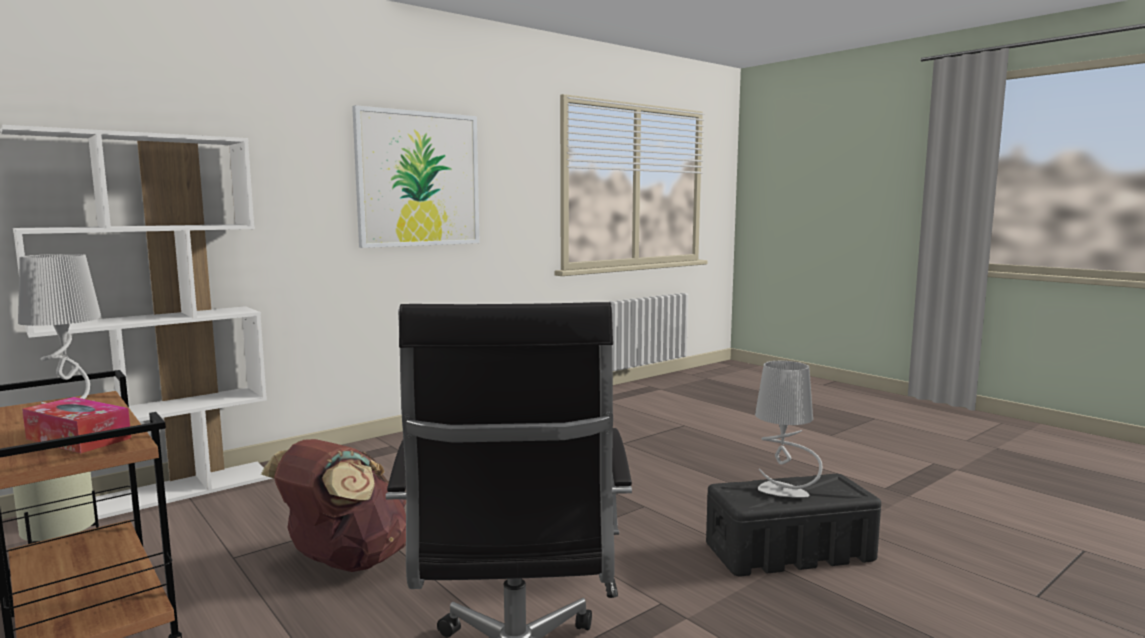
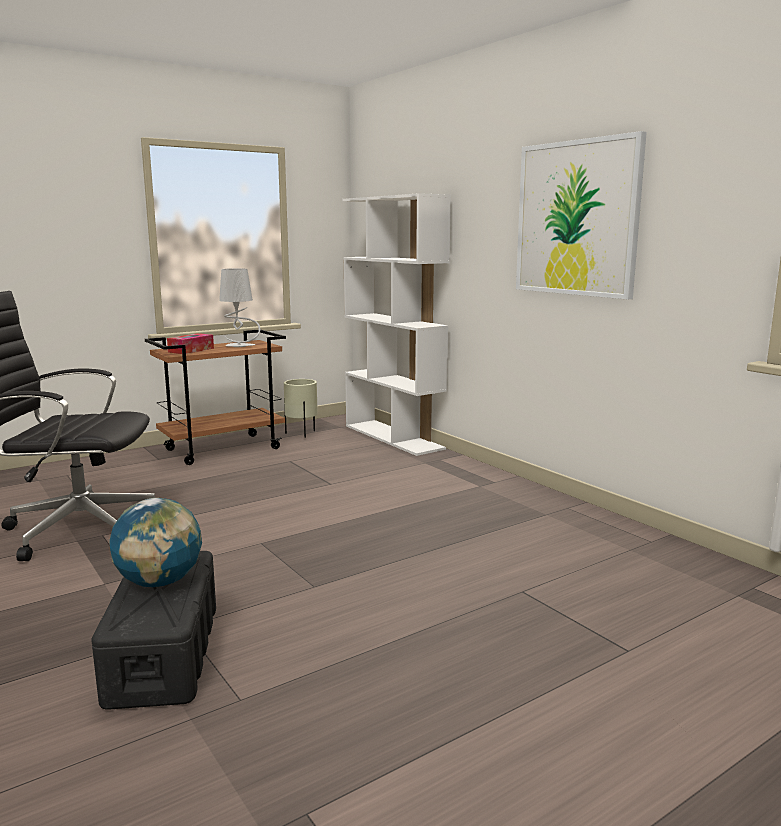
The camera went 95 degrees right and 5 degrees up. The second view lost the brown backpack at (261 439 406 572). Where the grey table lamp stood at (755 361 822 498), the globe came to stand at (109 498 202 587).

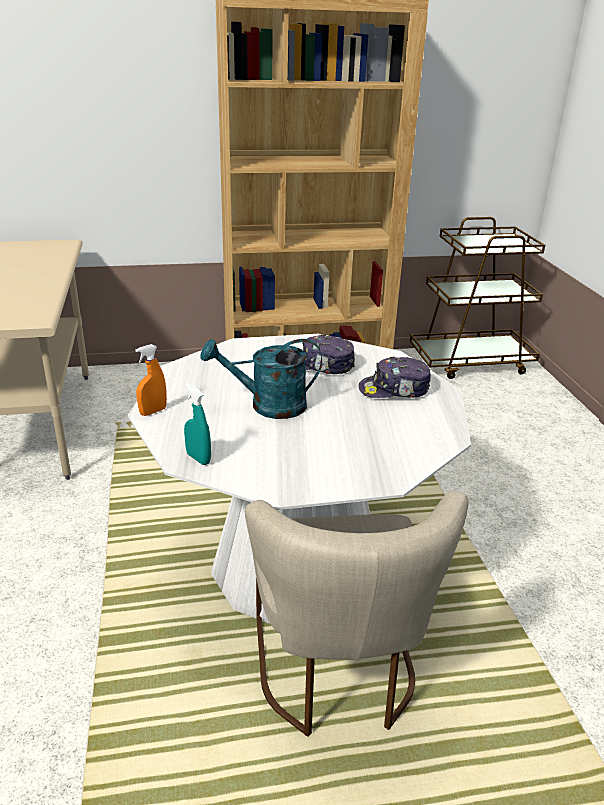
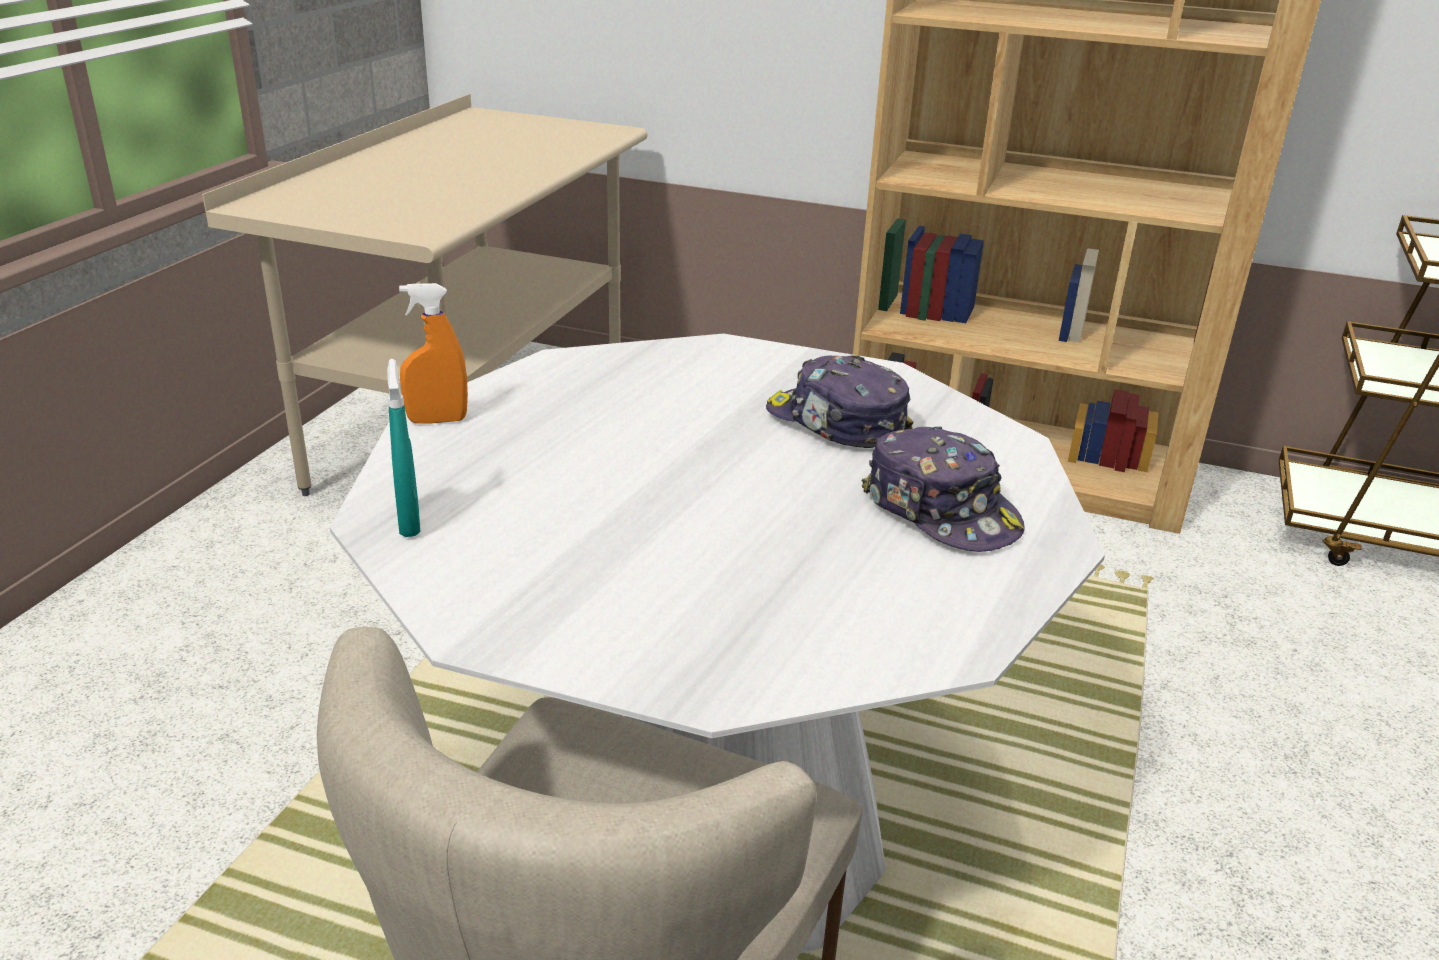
The camera went 30 degrees right and 0 degrees up. The second view lost the turquoise watering can at (200 339 322 419). The cap at (359 357 431 398) ended up facing another way, 150 degrees counterclockwise from before.

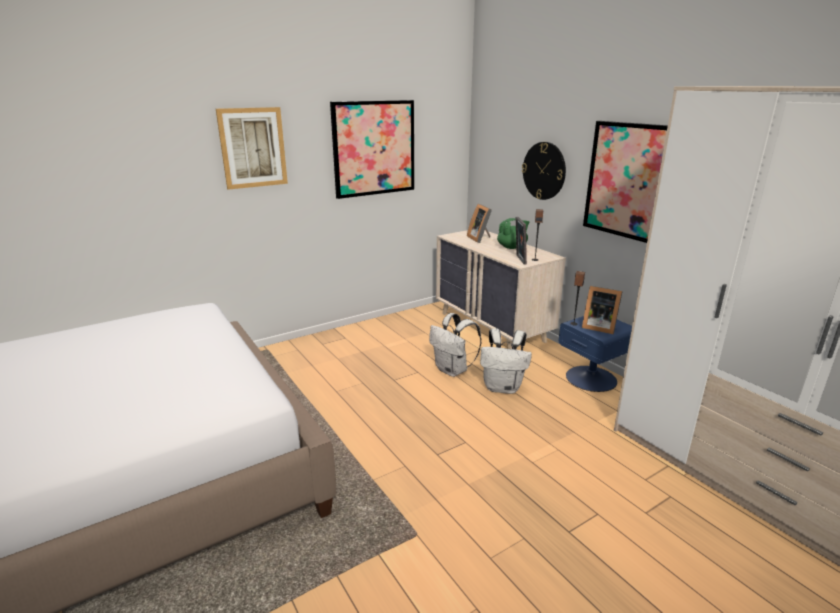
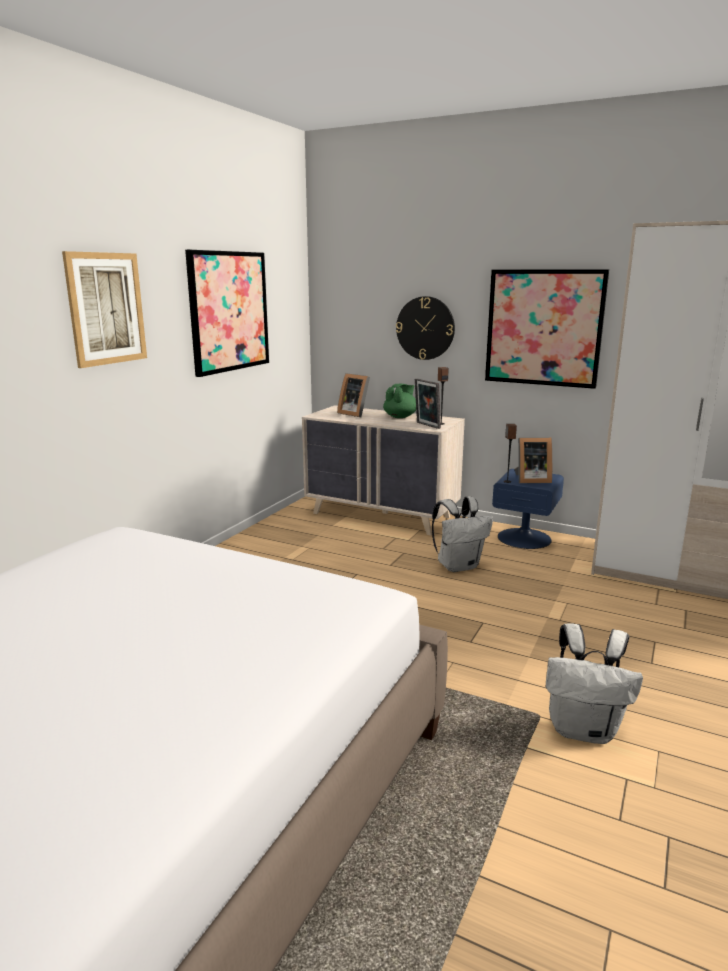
The camera went 30 degrees left and 5 degrees down. The white backpack ended up elsewhere, having gone from (429 313 482 377) to (546 623 643 744).

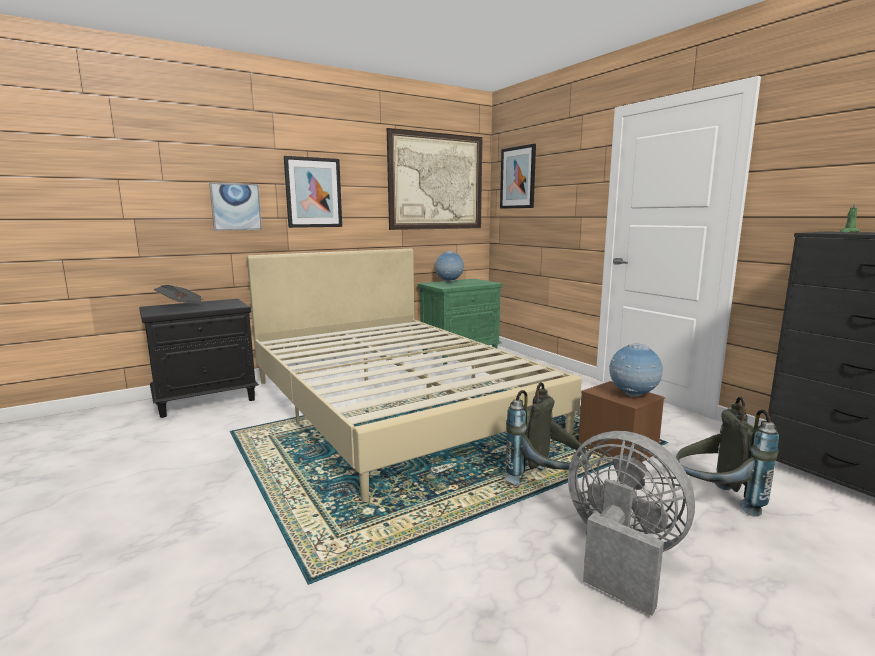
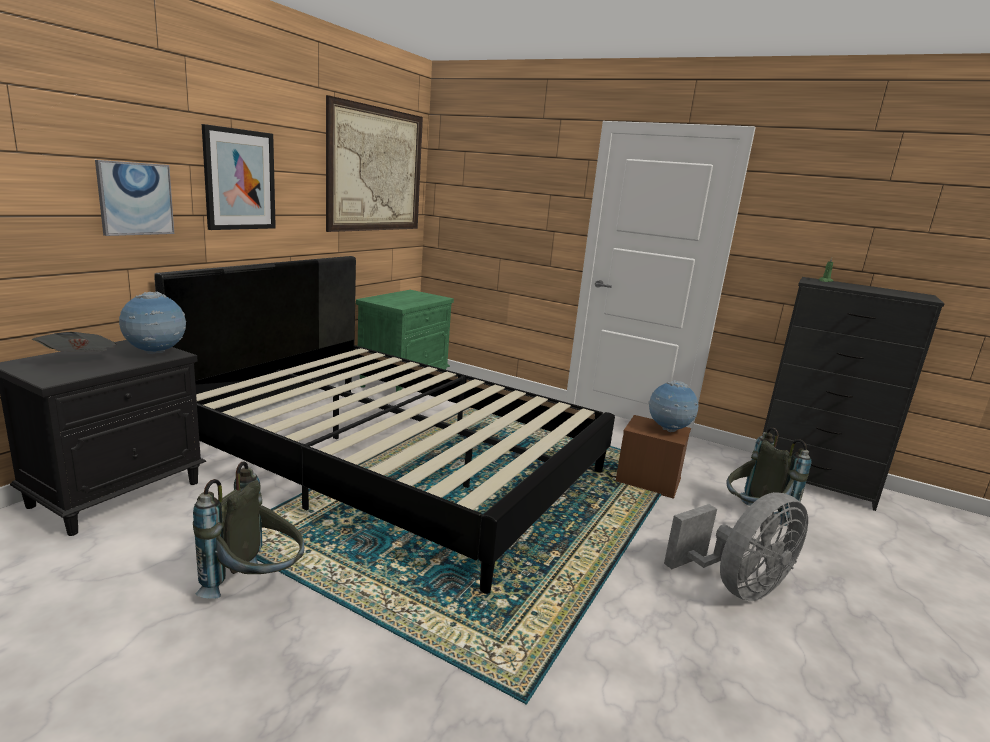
The camera went 30 degrees left and 5 degrees up. What was the beige bed at (247 249 582 502) turned into the black bed at (154 256 615 594). The globe ended up elsewhere, having gone from (435 251 464 282) to (119 292 186 354). The second view lost the picture at (500 144 536 209). The grey backpack ended up elsewhere, having gone from (503 382 587 485) to (193 461 304 599). The grey fan at (568 431 695 616) ended up facing another way, 135 degrees clockwise from before.

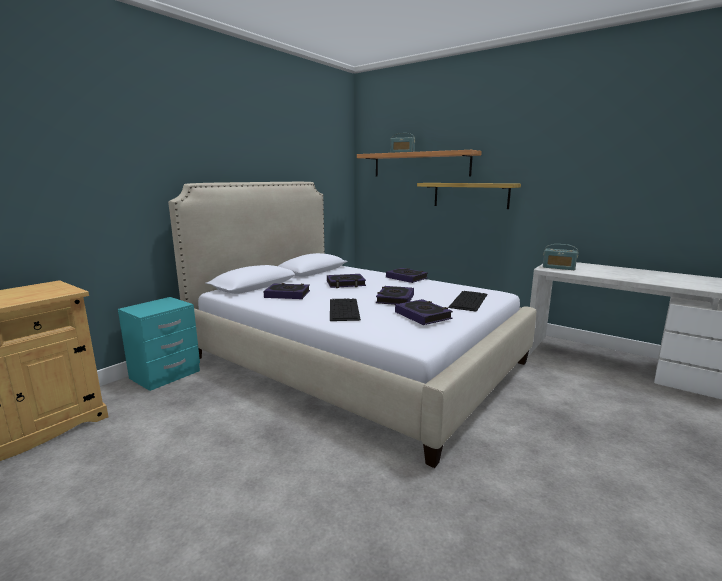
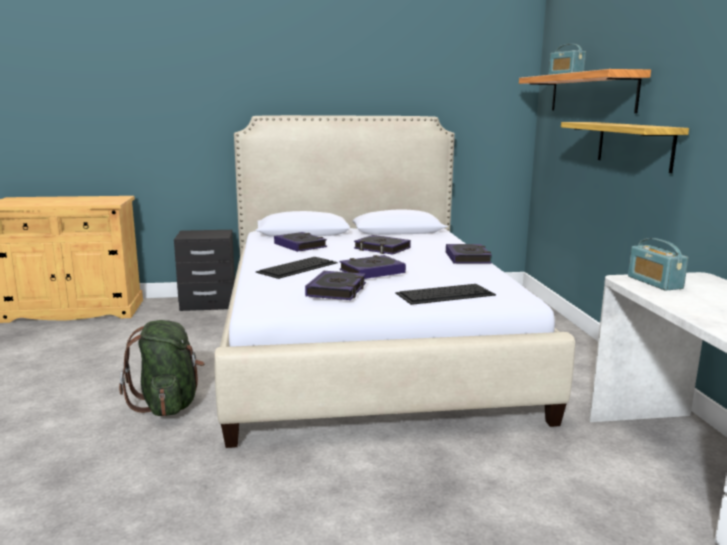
The camera went 45 degrees right and 0 degrees up. What was the turquoise nightstand at (118 297 200 391) turned into the black nightstand at (174 230 235 311). The second view gained the green backpack at (119 320 204 416).

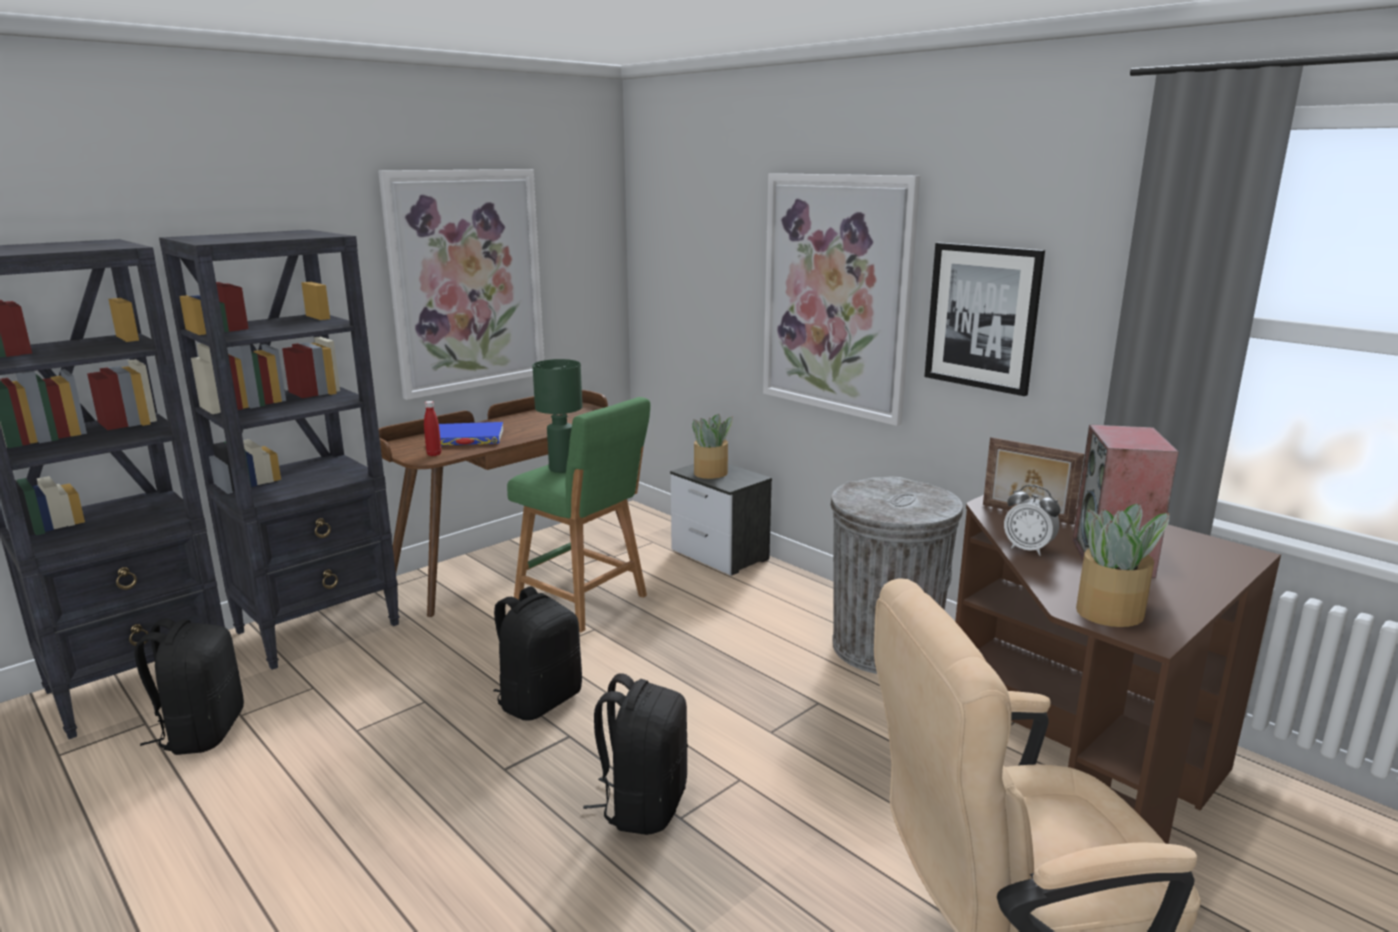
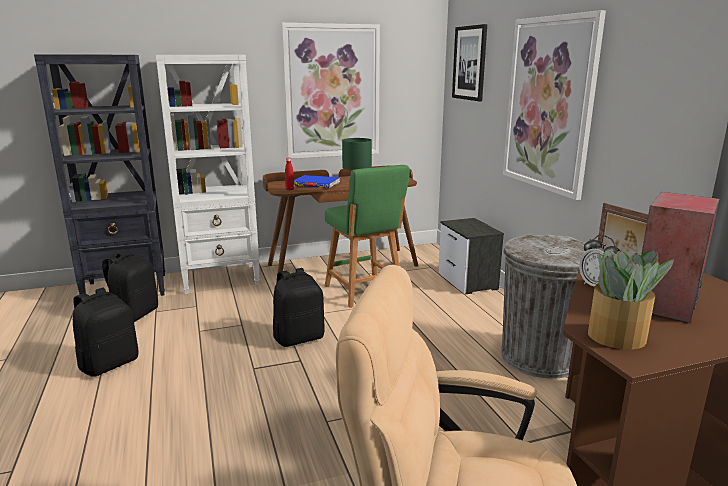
The camera went 25 degrees right and 0 degrees up. What was the black bookcase at (159 230 400 670) turned into the white bookcase at (156 55 260 294). The black backpack ended up elsewhere, having gone from (583 673 688 835) to (73 288 138 377). The second view lost the potted plant at (692 414 733 479). The picture ended up elsewhere, having gone from (924 243 1045 396) to (452 24 487 101).

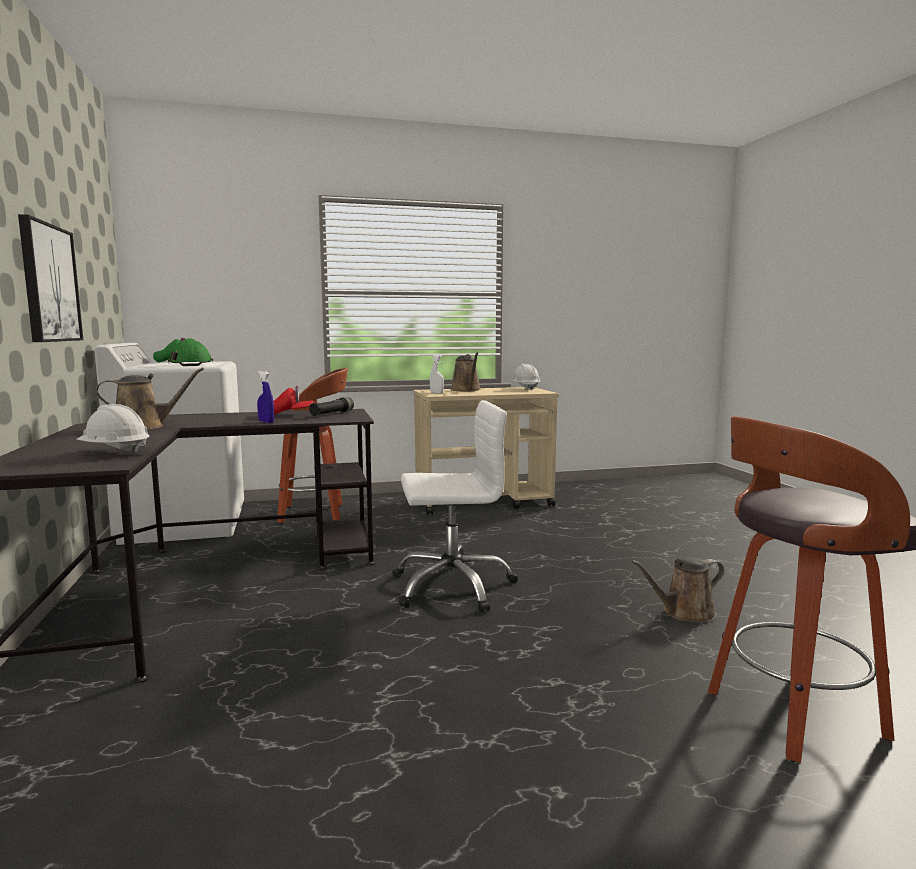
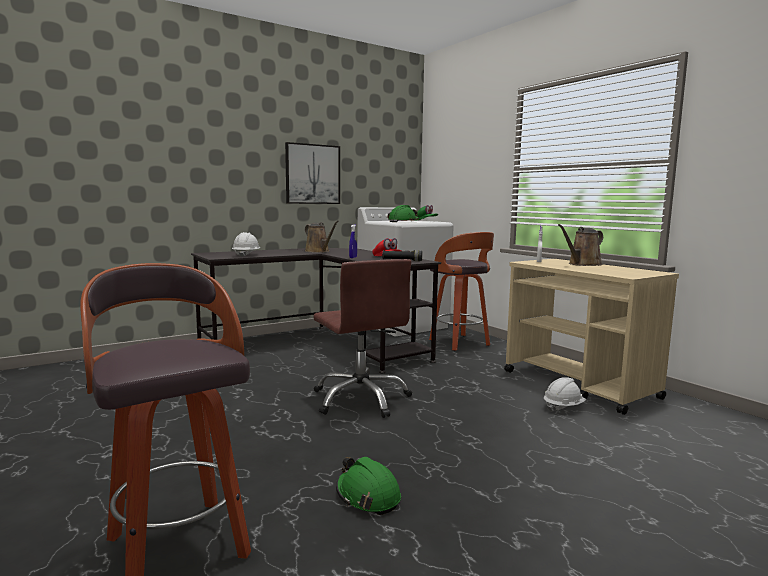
The camera went 70 degrees right and 0 degrees up. What was the white office chair at (393 400 518 612) turned into the brown office chair at (313 259 412 418). The white hard hat ended up elsewhere, having gone from (511 364 540 390) to (544 377 586 412). Where the brown watering can stood at (631 557 724 622), the green hard hat came to stand at (336 457 401 515).

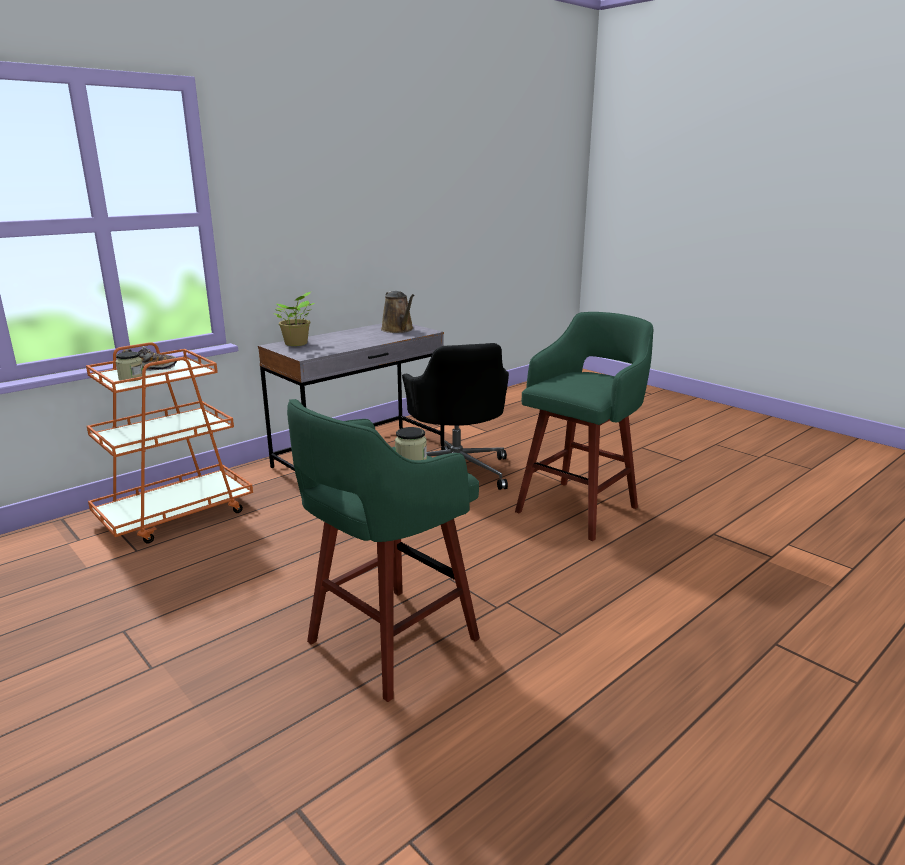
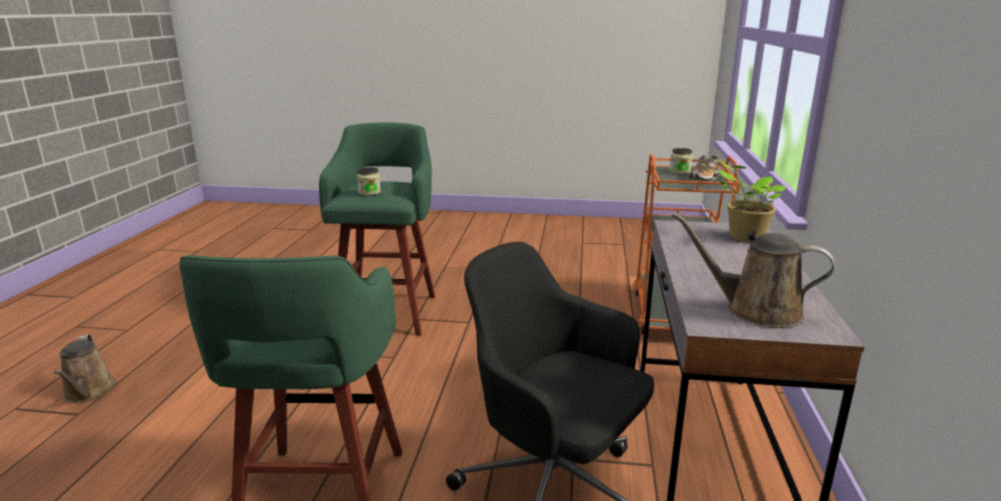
The camera went 140 degrees right and 0 degrees up. The second view gained the brown watering can at (54 334 116 403).

